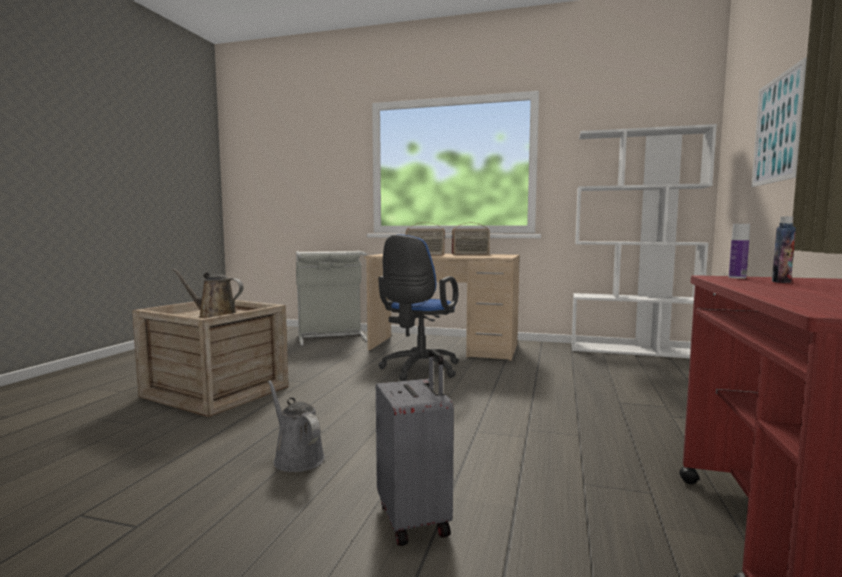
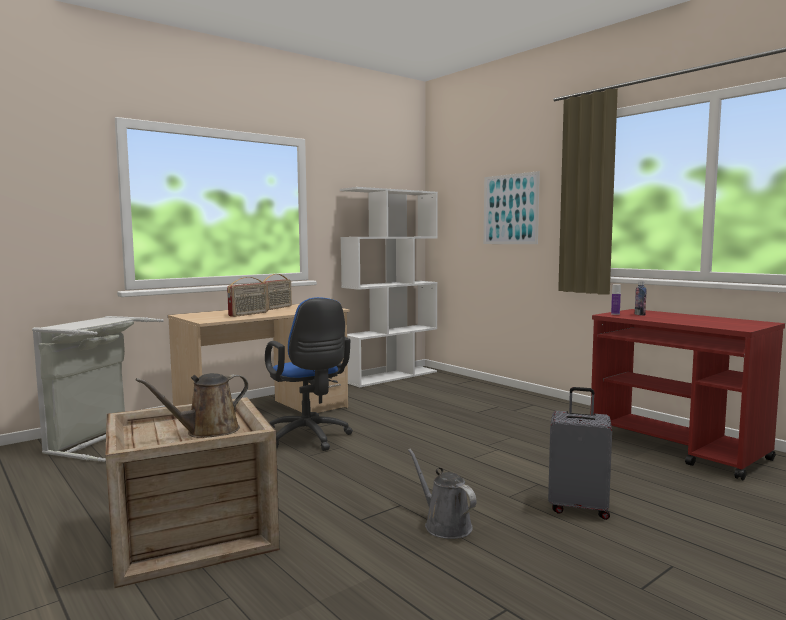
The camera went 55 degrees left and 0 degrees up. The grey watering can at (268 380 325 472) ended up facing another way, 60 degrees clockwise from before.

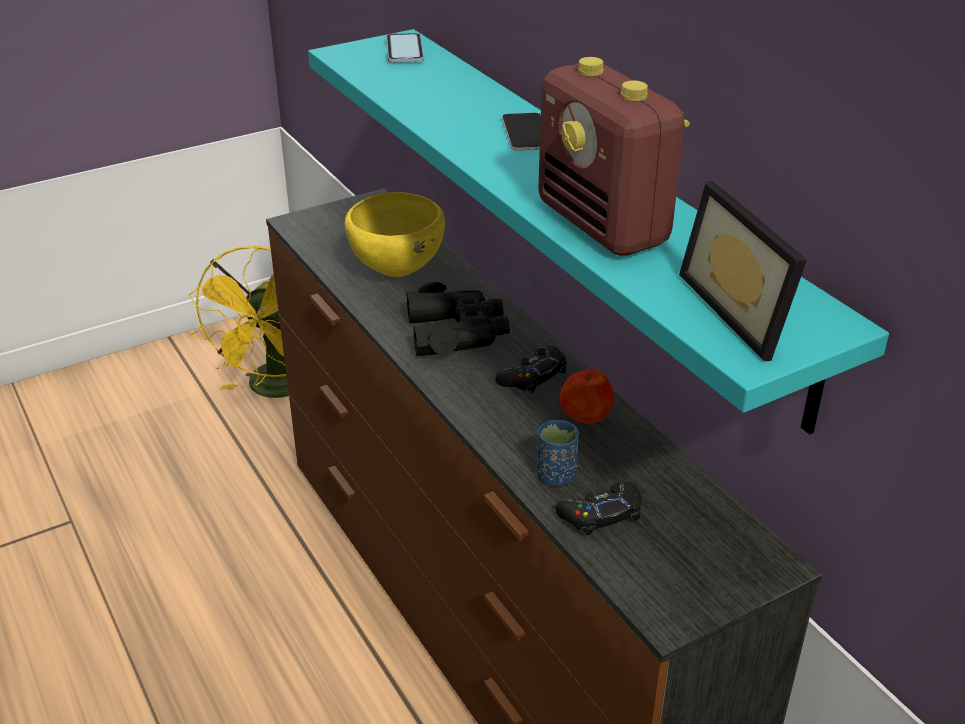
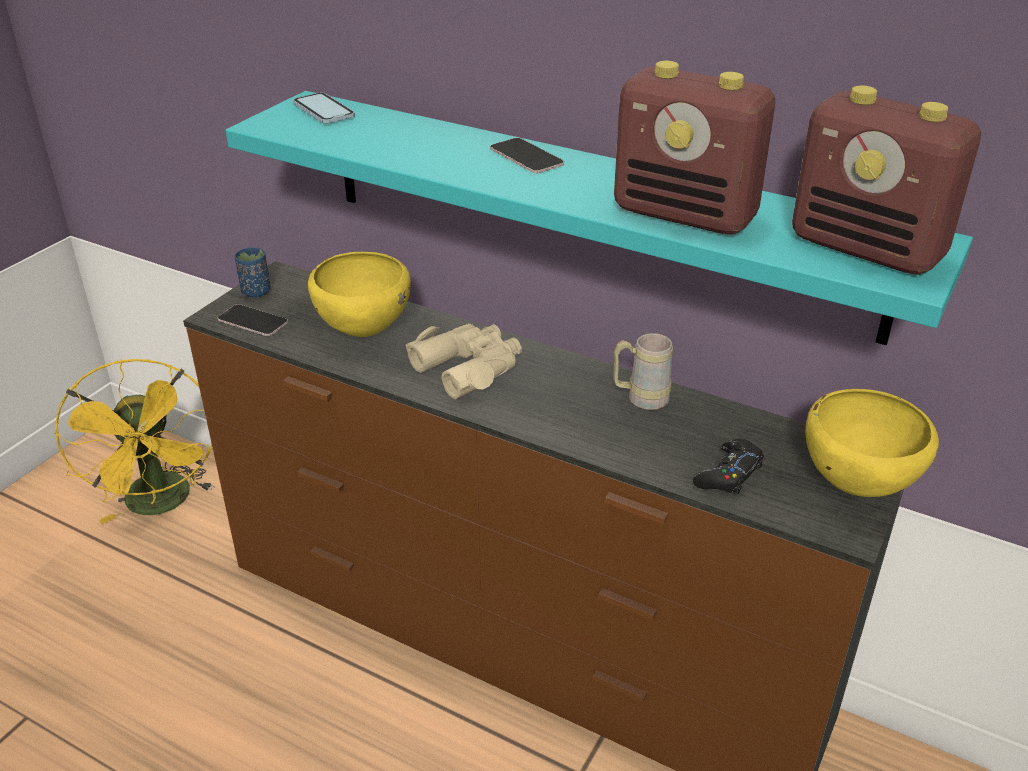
The camera went 30 degrees left and 0 degrees up. What was the black binoculars at (406 282 510 356) turned into the beige binoculars at (406 324 522 399). The second view lost the black game controller at (495 346 567 393). The blue cup ended up elsewhere, having gone from (537 420 579 486) to (235 247 271 297). Where the apple stood at (560 369 614 424), the beige mug came to stand at (613 333 673 410). Where the picture frame stood at (679 181 807 361), the radio came to stand at (792 86 981 275). The second view gained the phone at (218 304 288 336). The second view gained the yellow bowl at (805 389 939 497).

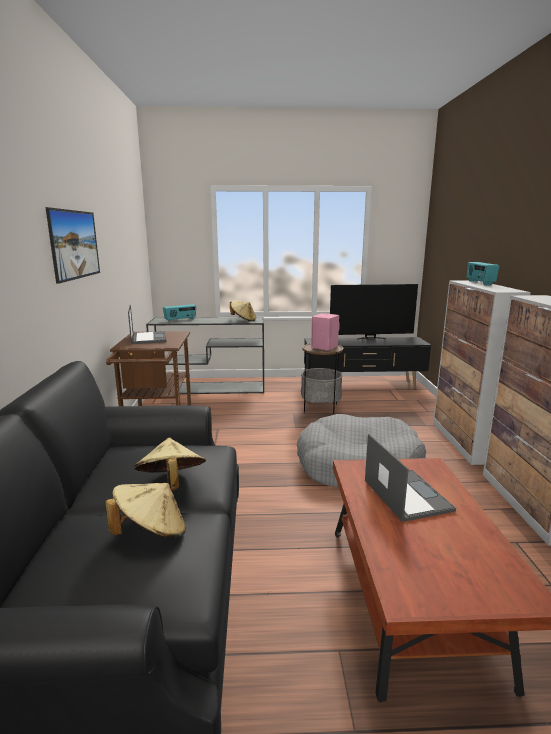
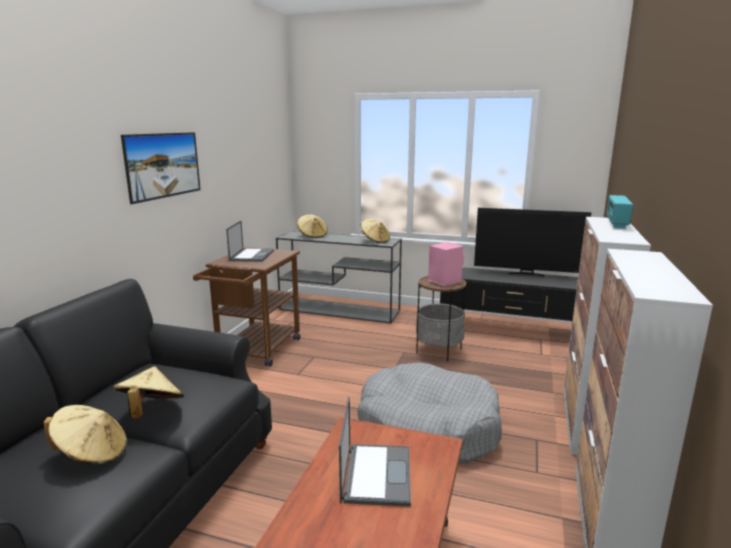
The camera went 20 degrees right and 0 degrees up. Where the radio stood at (163 304 196 322), the beige hat came to stand at (297 214 328 238).

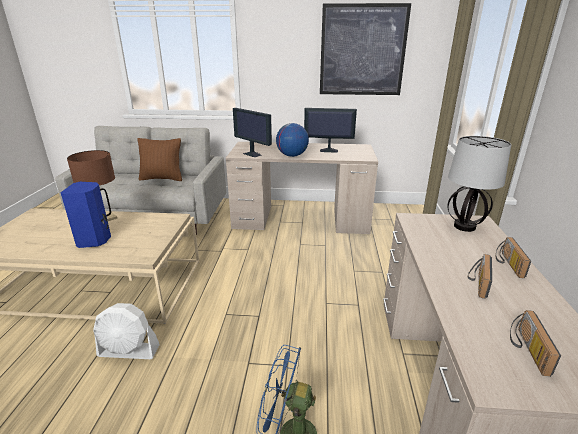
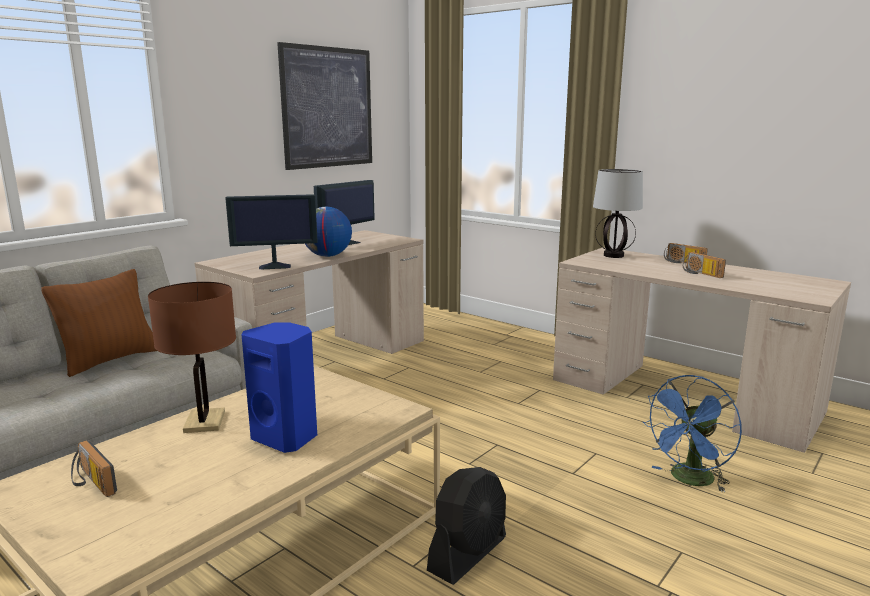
The camera went 55 degrees left and 10 degrees down. What was the white fan at (93 303 160 359) turned into the black fan at (427 467 506 585). The radio ended up elsewhere, having gone from (510 310 561 377) to (71 440 117 497).

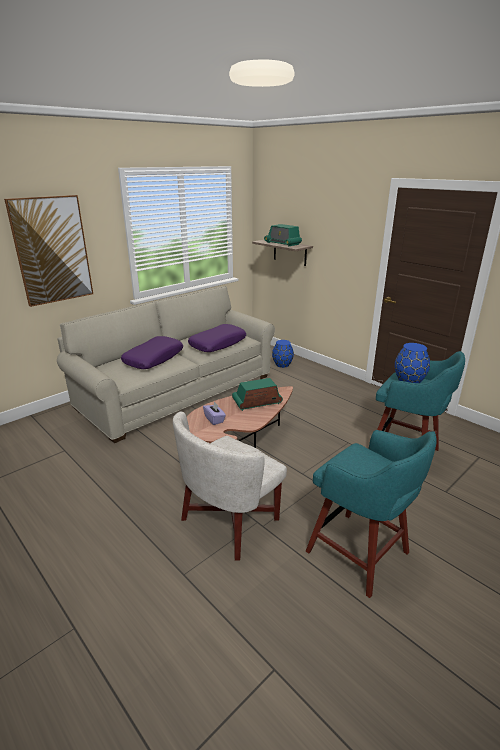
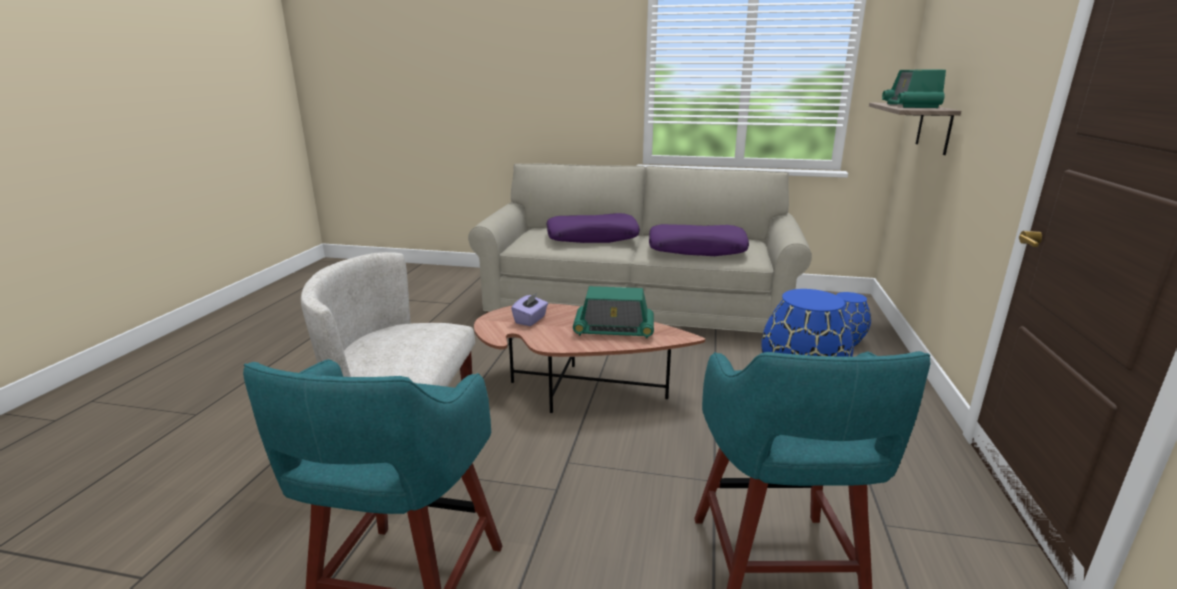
The camera went 55 degrees right and 5 degrees down. The second view lost the picture at (4 195 93 307). The radio at (232 378 283 411) ended up facing another way, 150 degrees clockwise from before.

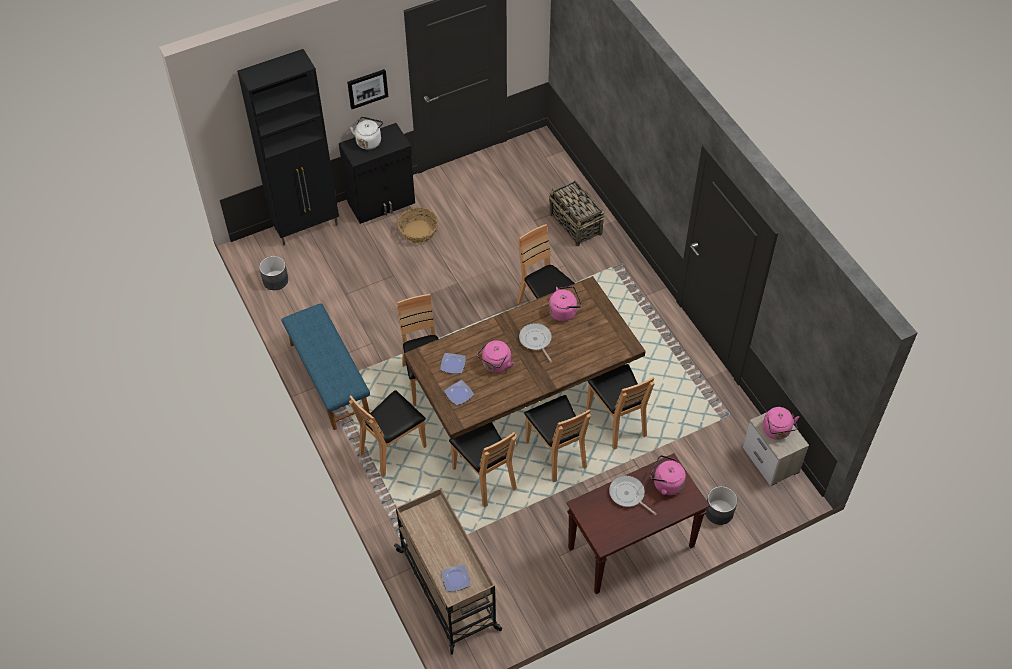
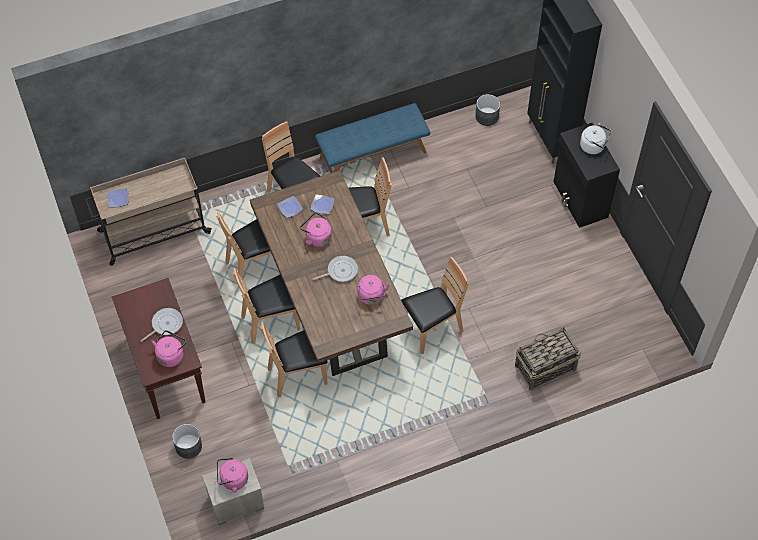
The camera went 95 degrees right and 5 degrees up. The second view lost the picture at (347 69 388 109). The second view lost the basket at (398 208 438 243).

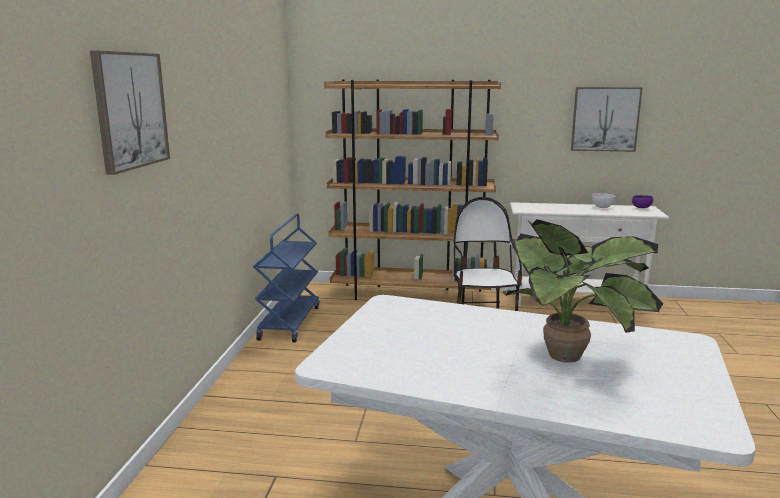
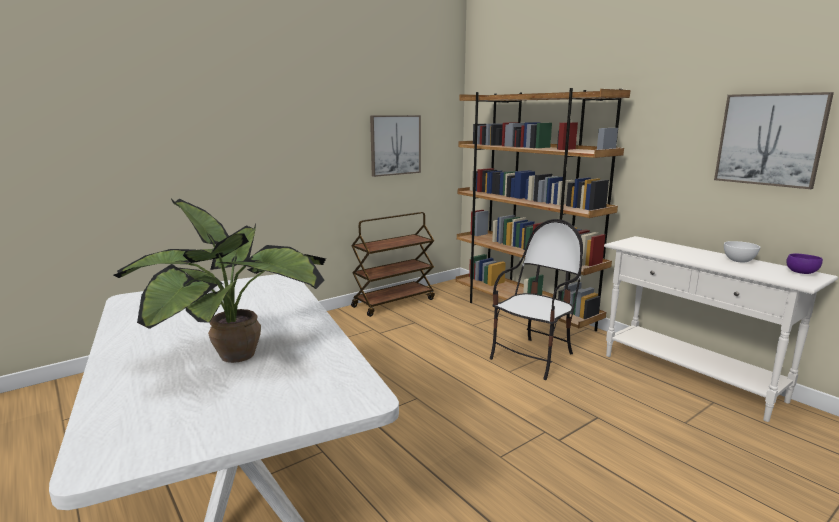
The camera went 45 degrees right and 0 degrees up. The picture ended up elsewhere, having gone from (90 51 170 175) to (370 115 421 177). What was the blue cart at (253 214 319 343) turned into the brown cart at (351 212 435 317).

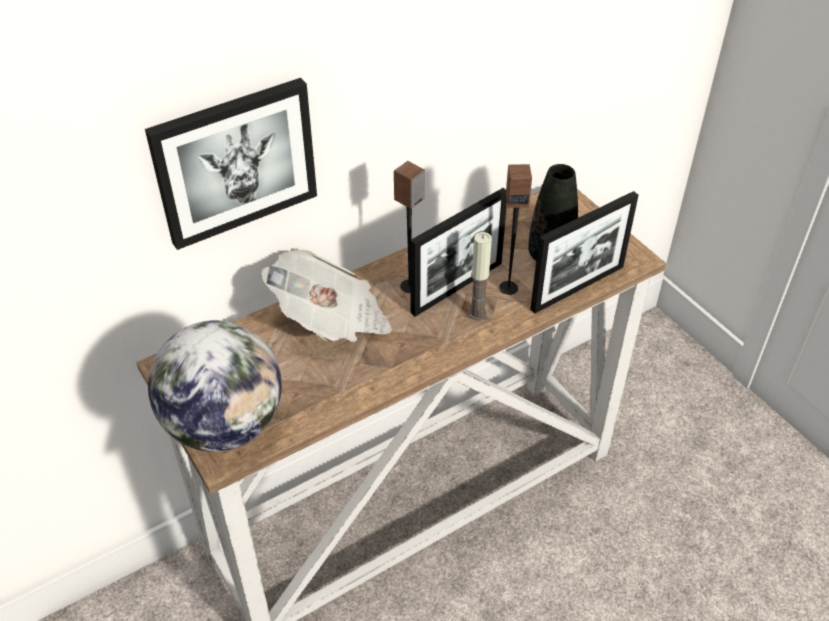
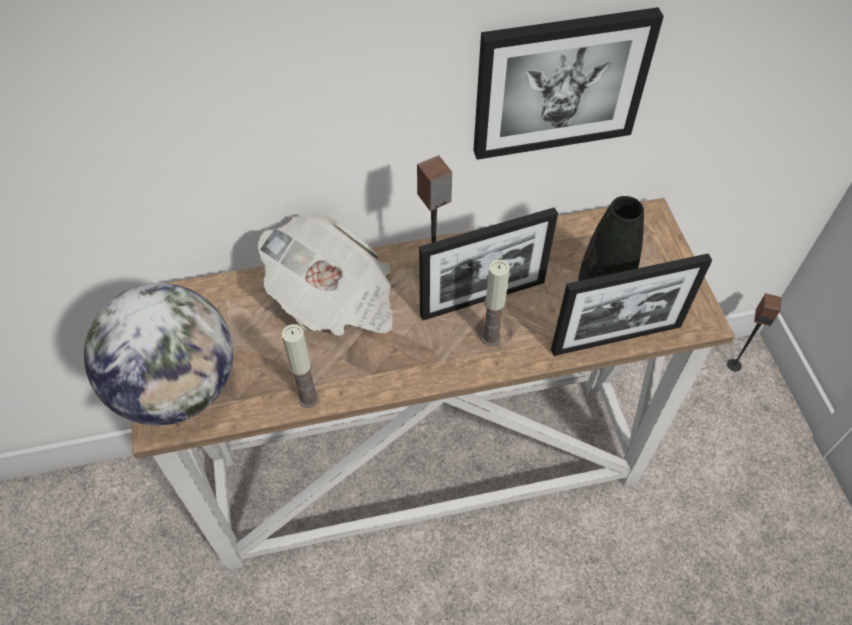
The camera went 20 degrees right and 10 degrees up. The picture ended up elsewhere, having gone from (145 78 317 250) to (473 7 664 160). The speaker ended up elsewhere, having gone from (499 164 532 295) to (727 293 782 371). The second view gained the candle at (282 324 319 408).

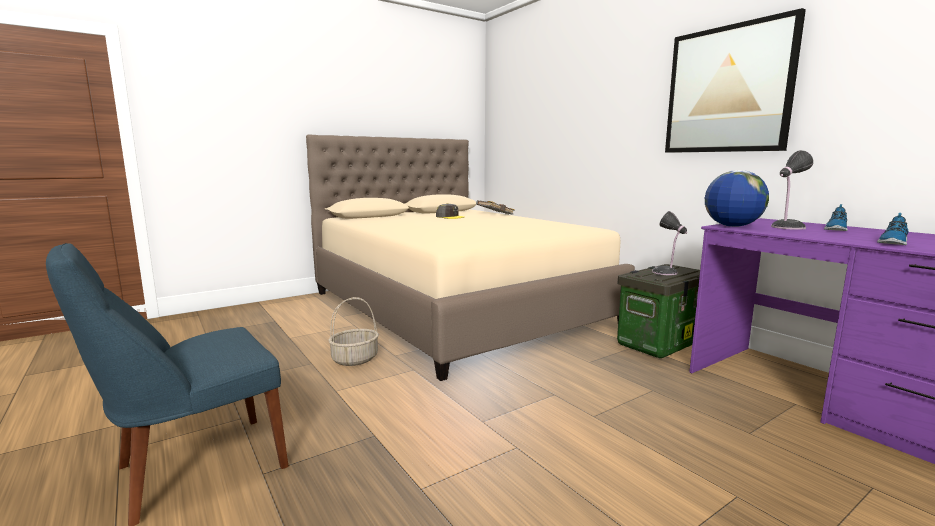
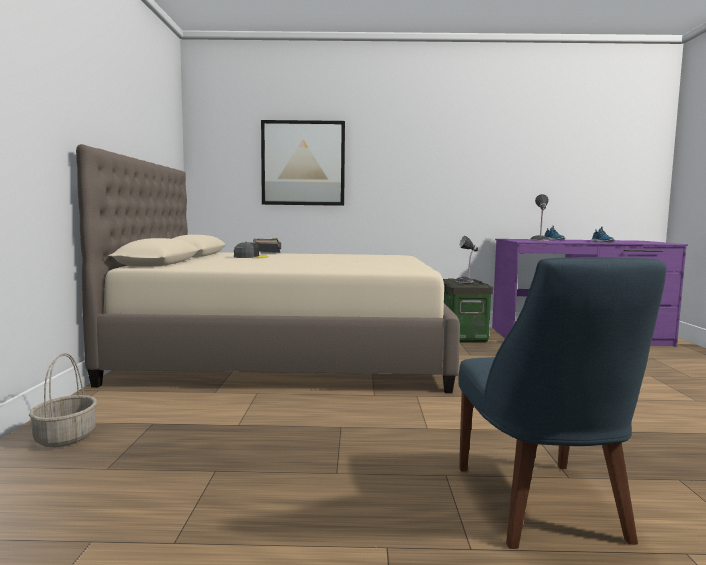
The camera went 55 degrees left and 5 degrees down. The basket ended up elsewhere, having gone from (328 297 379 366) to (29 353 97 448). The picture ended up elsewhere, having gone from (665 8 806 153) to (261 120 345 206). The second view lost the globe at (705 170 769 227).

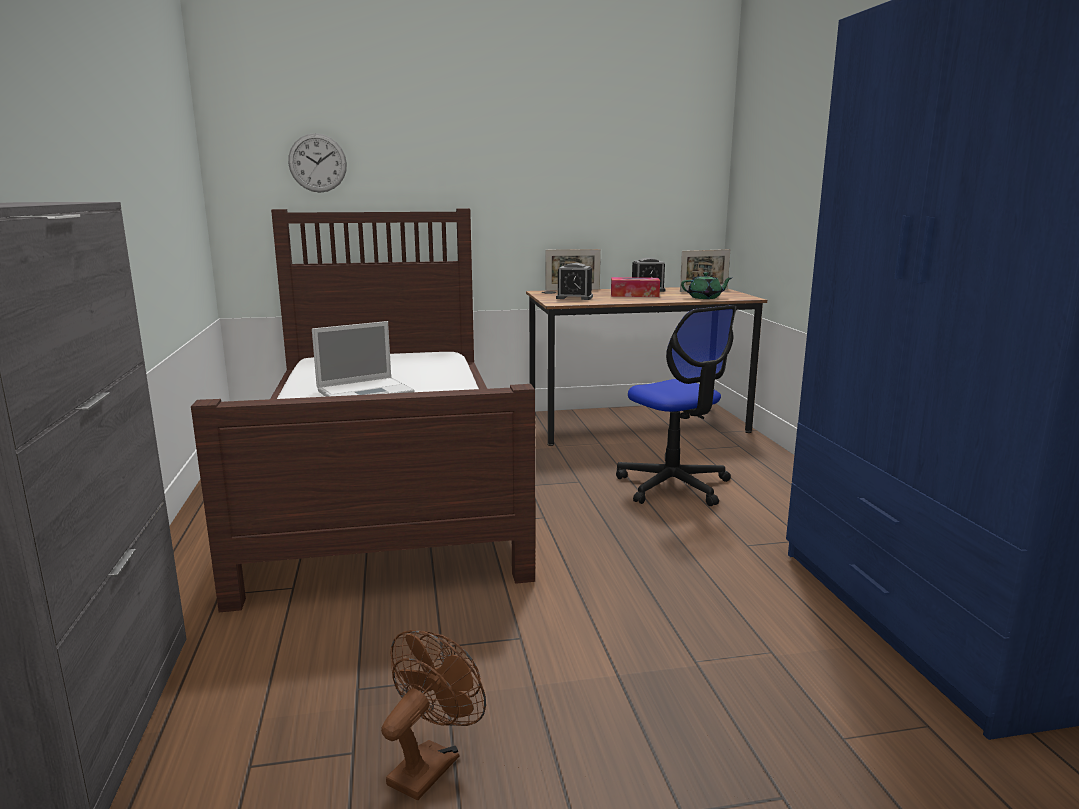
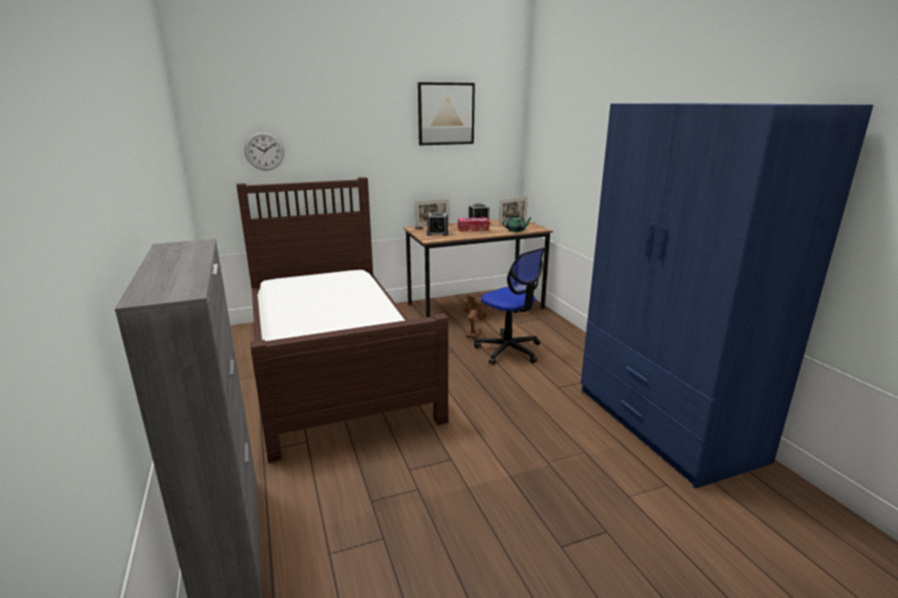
The camera went 10 degrees left and 5 degrees up. The second view lost the laptop at (312 321 414 397). The brown fan ended up elsewhere, having gone from (381 630 486 800) to (461 294 493 339). The second view gained the picture at (418 82 475 146).

